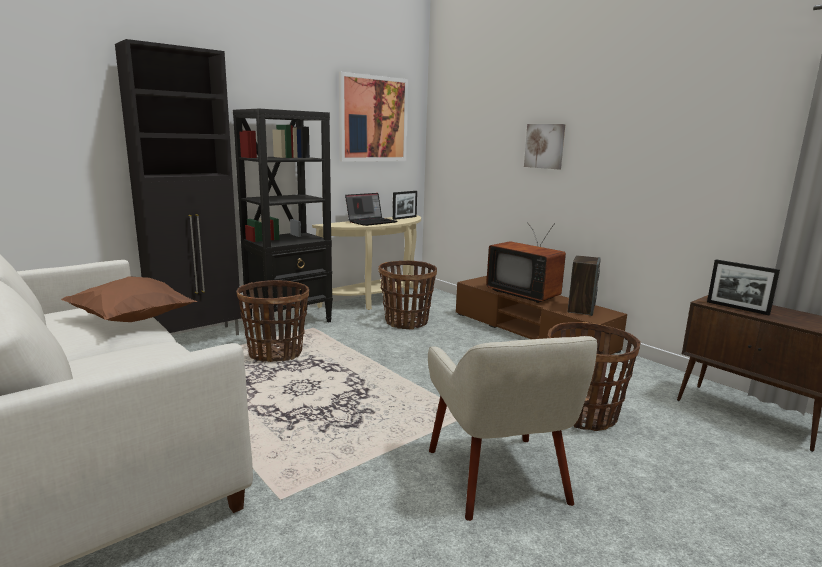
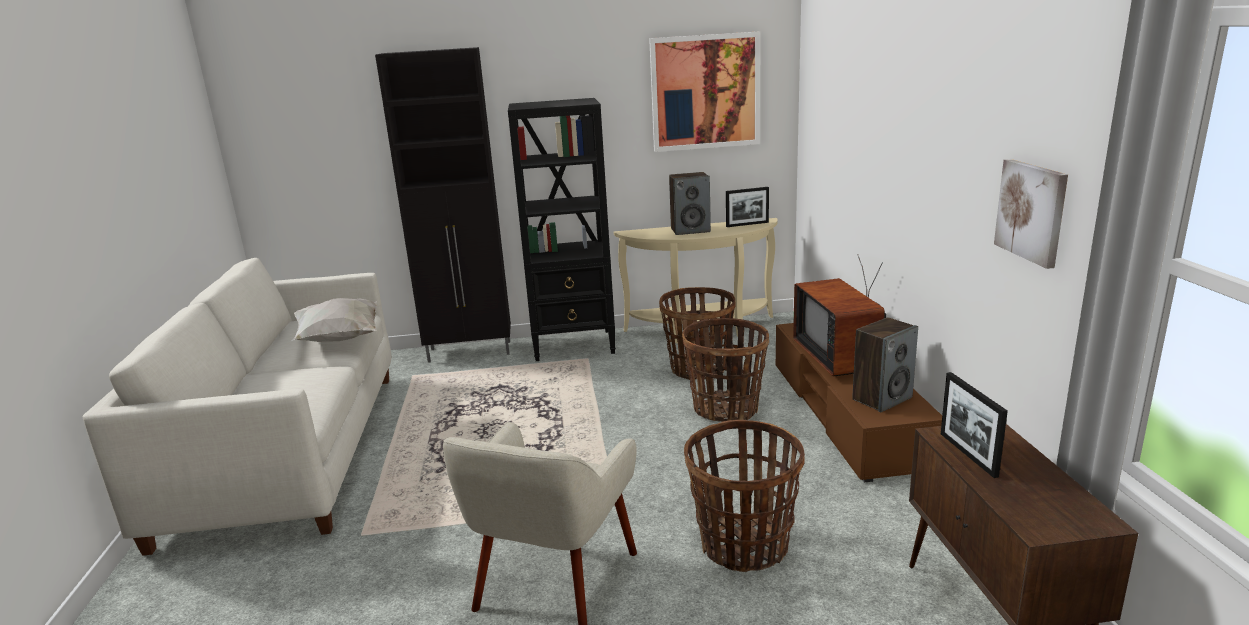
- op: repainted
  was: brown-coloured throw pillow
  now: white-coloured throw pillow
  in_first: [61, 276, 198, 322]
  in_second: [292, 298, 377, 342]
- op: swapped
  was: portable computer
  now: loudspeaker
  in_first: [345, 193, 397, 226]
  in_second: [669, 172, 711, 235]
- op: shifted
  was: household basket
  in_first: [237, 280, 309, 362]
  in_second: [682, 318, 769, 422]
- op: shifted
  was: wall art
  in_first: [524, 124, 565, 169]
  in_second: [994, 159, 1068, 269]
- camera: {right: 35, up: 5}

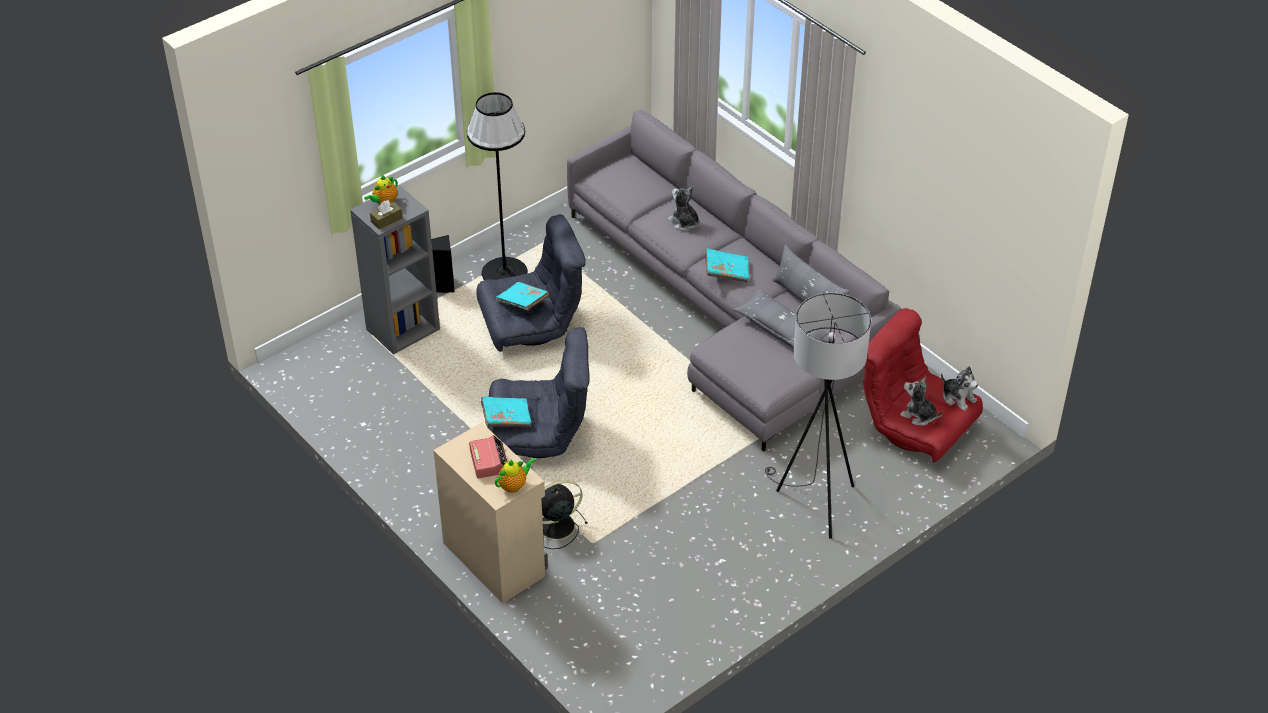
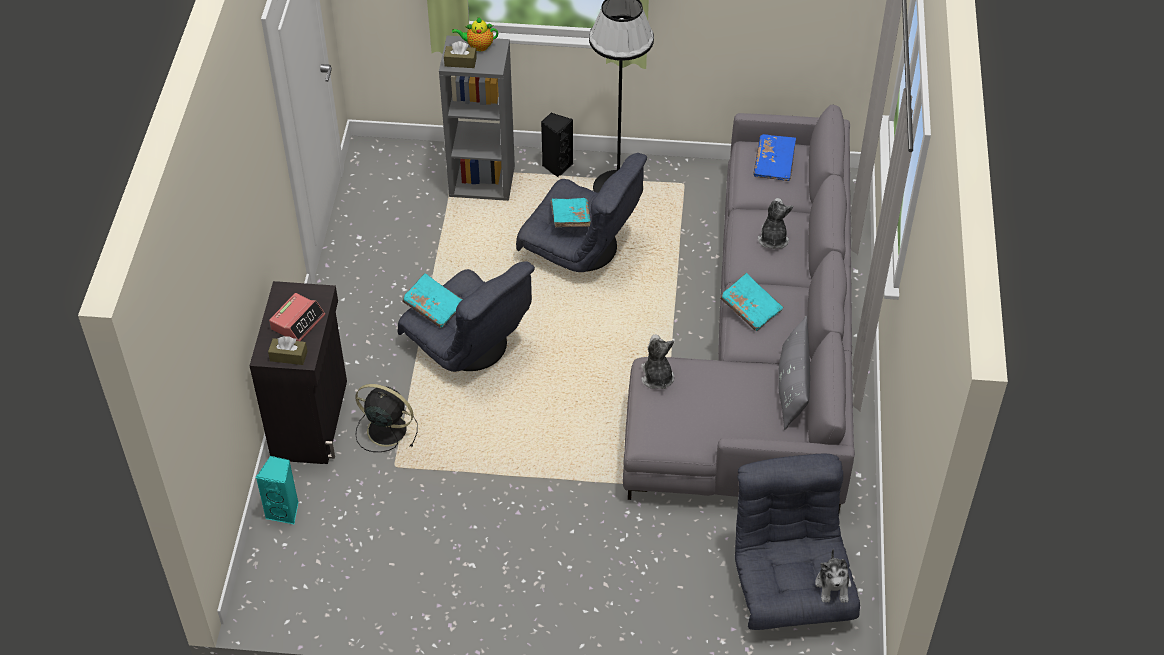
- op: repainted
  was: beige cabinet
  now: black-coloured cabinet
  in_first: [433, 423, 548, 603]
  in_second: [249, 281, 347, 464]
- op: new
  now: blue-green loudspeaker
  in_second: [256, 456, 299, 525]
- op: swapped
  was: tea pot
  now: brown-coloured box of tissues
  in_first: [495, 458, 537, 493]
  in_second: [268, 336, 308, 365]
- op: shifted
  was: plush toy
  in_first: [900, 376, 943, 426]
  in_second: [641, 335, 674, 389]
- op: repainted
  was: red easy chair
  now: gray easy chair
  in_first: [864, 308, 983, 462]
  in_second: [735, 454, 860, 630]
- op: new
  now: bluish volume
  in_second: [753, 134, 796, 181]
- op: gone
  was: gray throw pillow
  in_first: [733, 289, 830, 348]
- op: gone
  was: gray floor lamp
  in_first: [765, 293, 871, 539]
- camera: {right: 45, up: 5}

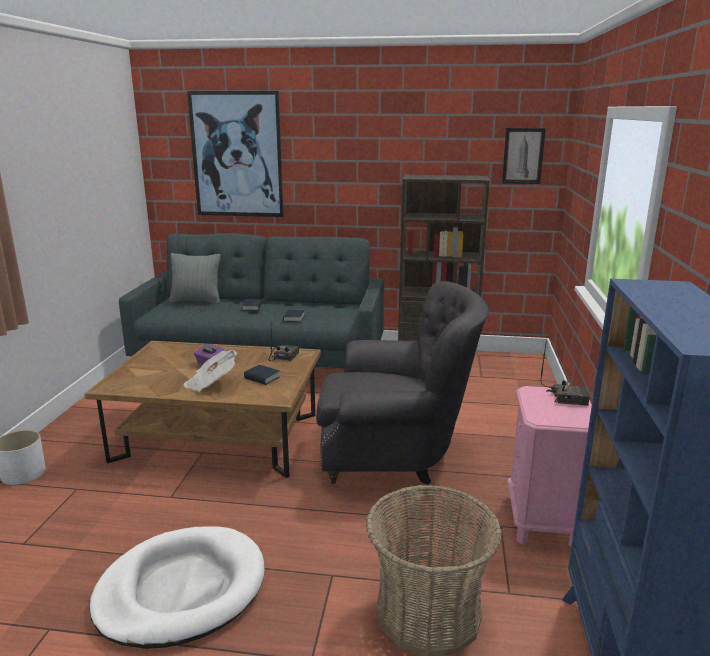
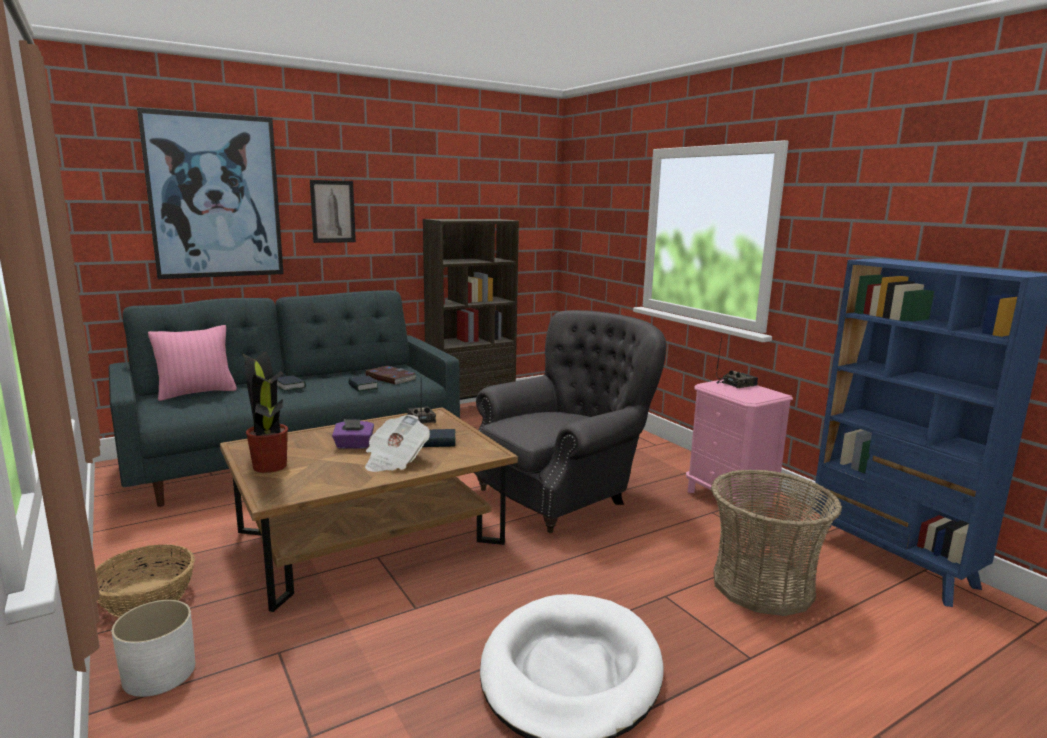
- op: new
  now: household basket
  in_second: [95, 544, 195, 618]
- op: repainted
  was: gray throw pillow
  now: pinkish throw pillow
  in_first: [169, 253, 221, 304]
  in_second: [148, 325, 237, 401]
- op: new
  now: potted plant
  in_second: [243, 351, 288, 473]
- op: shifted
  was: wall art
  in_first: [502, 128, 546, 184]
  in_second: [310, 180, 356, 243]
- op: new
  now: volume
  in_second: [366, 366, 416, 384]
- camera: {right: -40, up: -5}

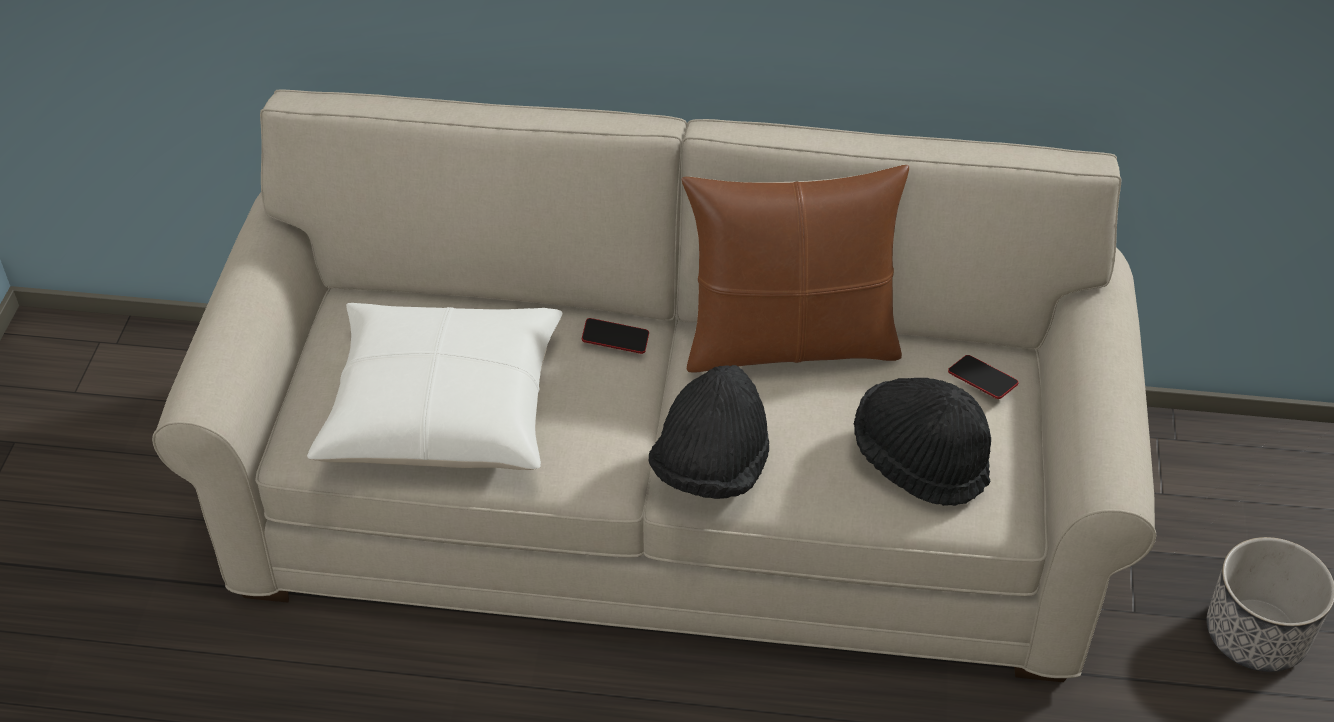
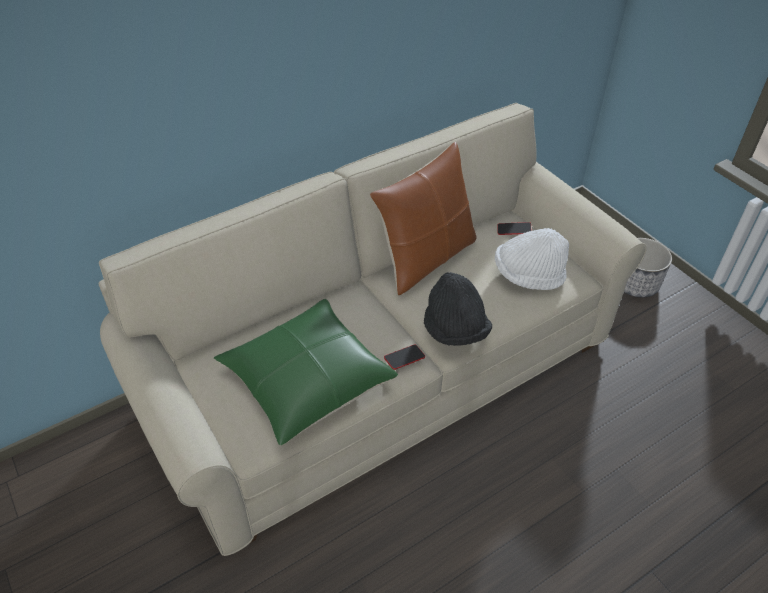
- op: repainted
  was: white-coloured throw pillow
  now: greenish throw pillow
  in_first: [307, 303, 562, 470]
  in_second: [214, 299, 398, 445]
- op: shifted
  was: handset
  in_first: [582, 318, 649, 354]
  in_second: [384, 345, 425, 370]
- op: repainted
  was: black-coloured wearable hat
  now: white-coloured wearable hat
  in_first: [854, 378, 991, 506]
  in_second: [495, 228, 569, 290]
- camera: {right: -40, up: 0}

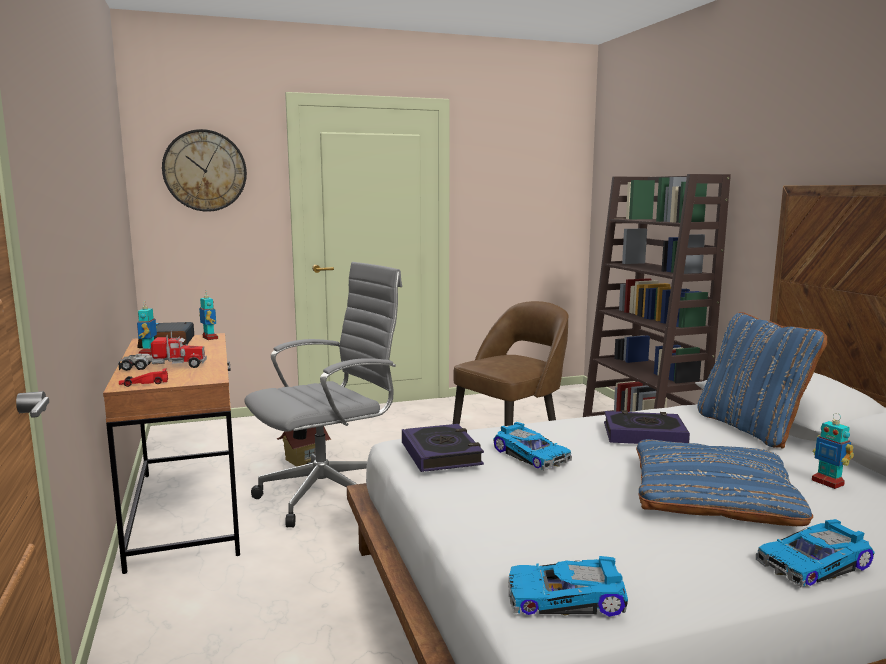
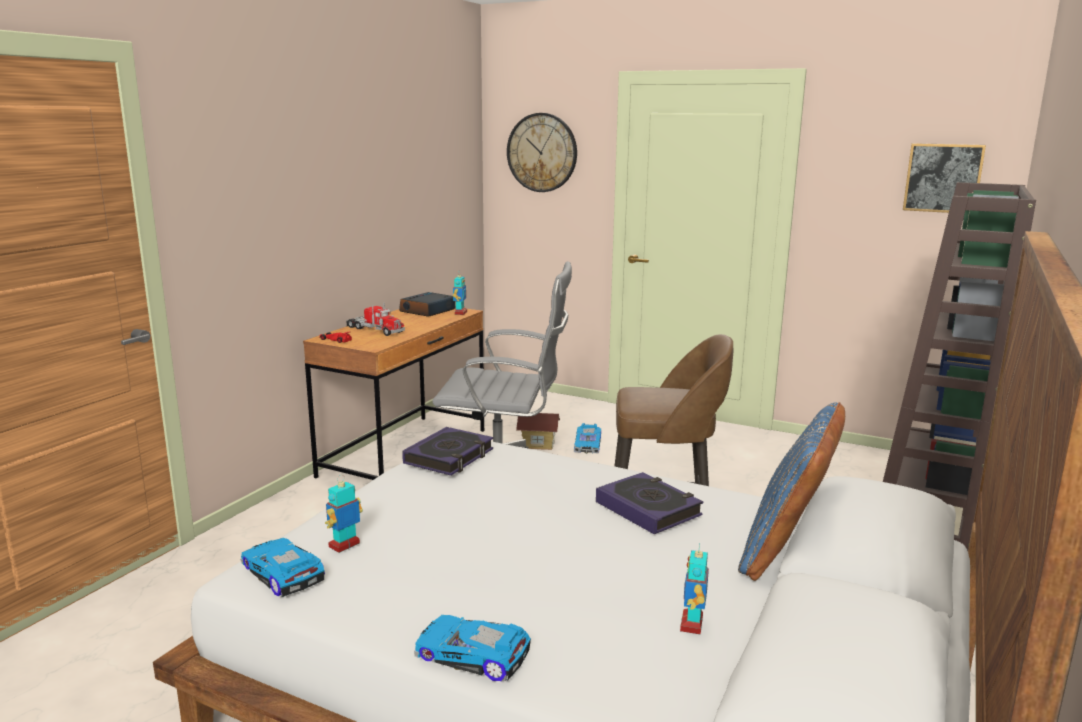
- op: shifted
  was: model robot
  in_first: [137, 305, 157, 355]
  in_second: [325, 475, 363, 553]
- op: shifted
  was: toy car
  in_first: [493, 422, 572, 470]
  in_second: [574, 423, 601, 454]
- op: new
  now: wall art
  in_second: [903, 143, 986, 213]
- op: gone
  was: bluish throw pillow
  in_first: [636, 439, 813, 526]
- camera: {right: 45, up: 5}

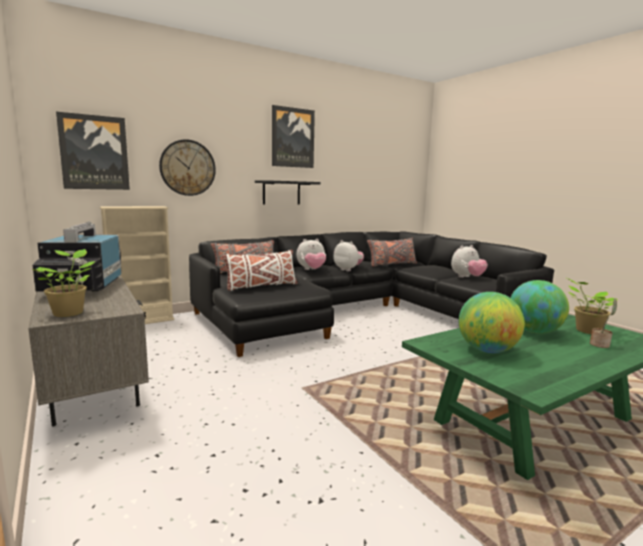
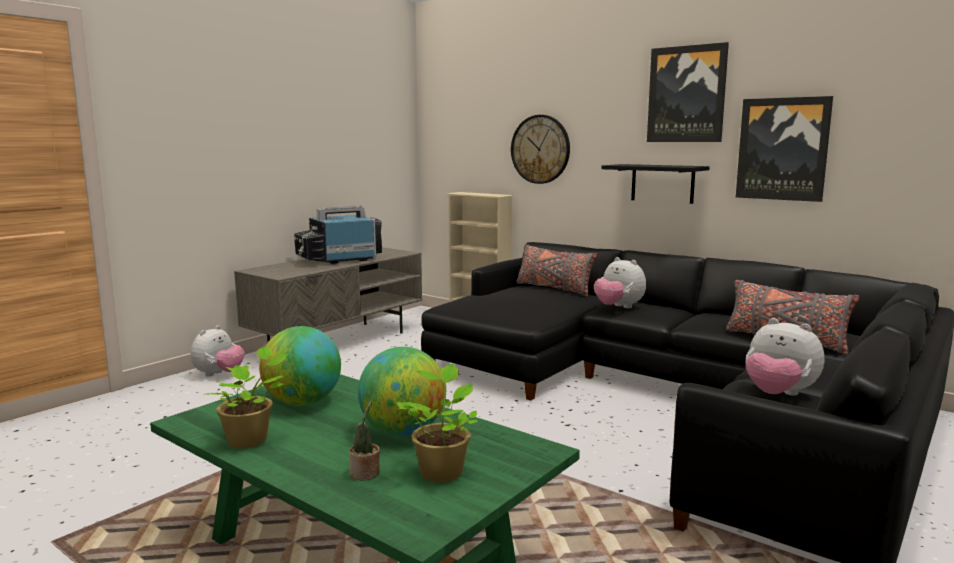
- op: shifted
  was: plush toy
  in_first: [333, 240, 364, 271]
  in_second: [191, 325, 245, 377]
- op: shifted
  was: potted plant
  in_first: [32, 249, 95, 317]
  in_second: [203, 346, 289, 449]
- op: shifted
  was: wall art
  in_first: [56, 112, 130, 190]
  in_second: [736, 96, 833, 202]
- op: gone
  was: white-coloured throw pillow
  in_first: [222, 250, 298, 291]
- camera: {right: 70, up: 0}

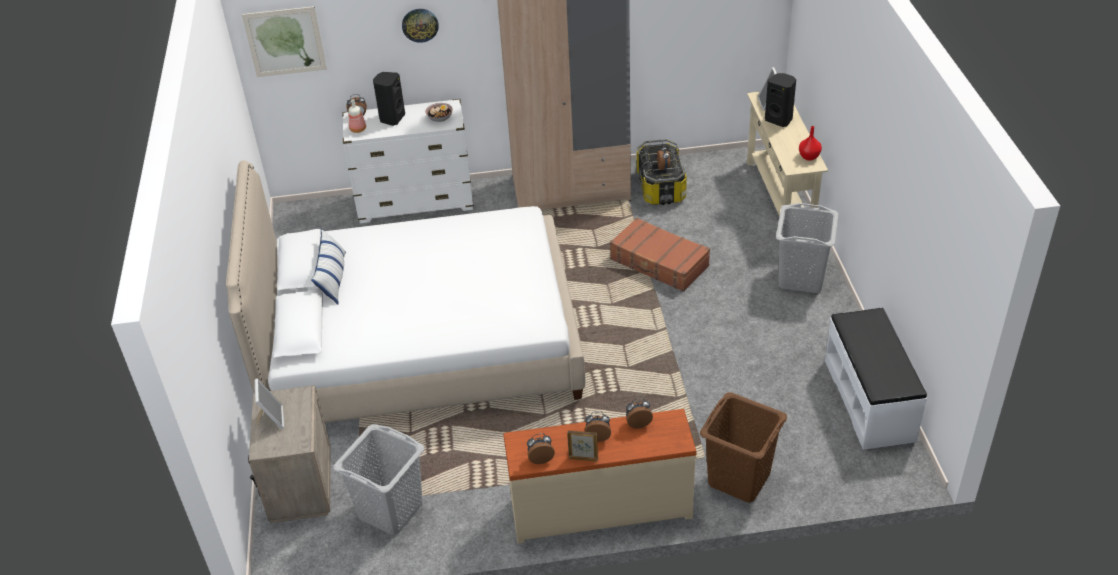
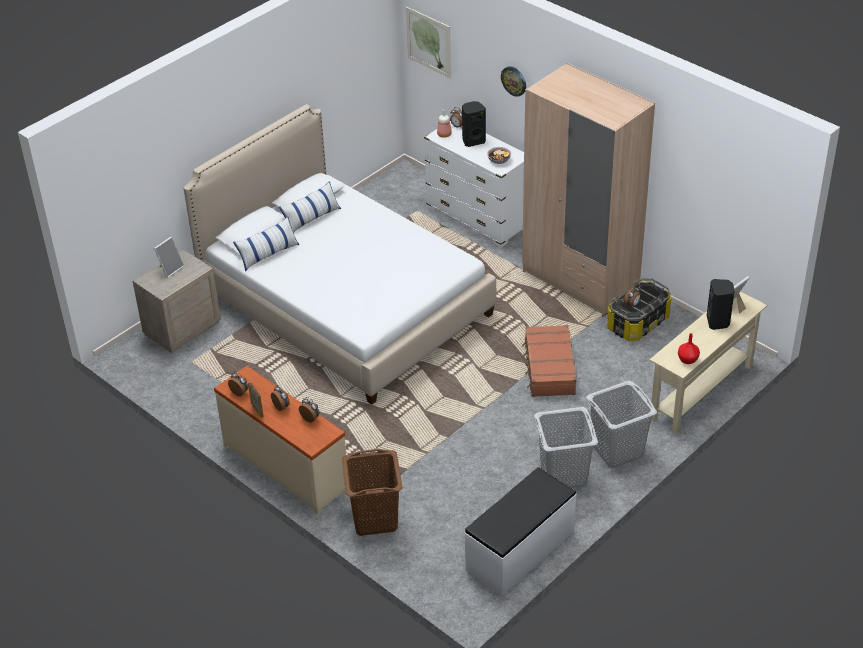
- op: new
  now: throw pillow
  in_second: [233, 217, 299, 271]
- op: shifted
  was: gray laundry basket
  in_first: [333, 424, 425, 535]
  in_second: [534, 407, 598, 488]
- camera: {right: 50, up: 0}

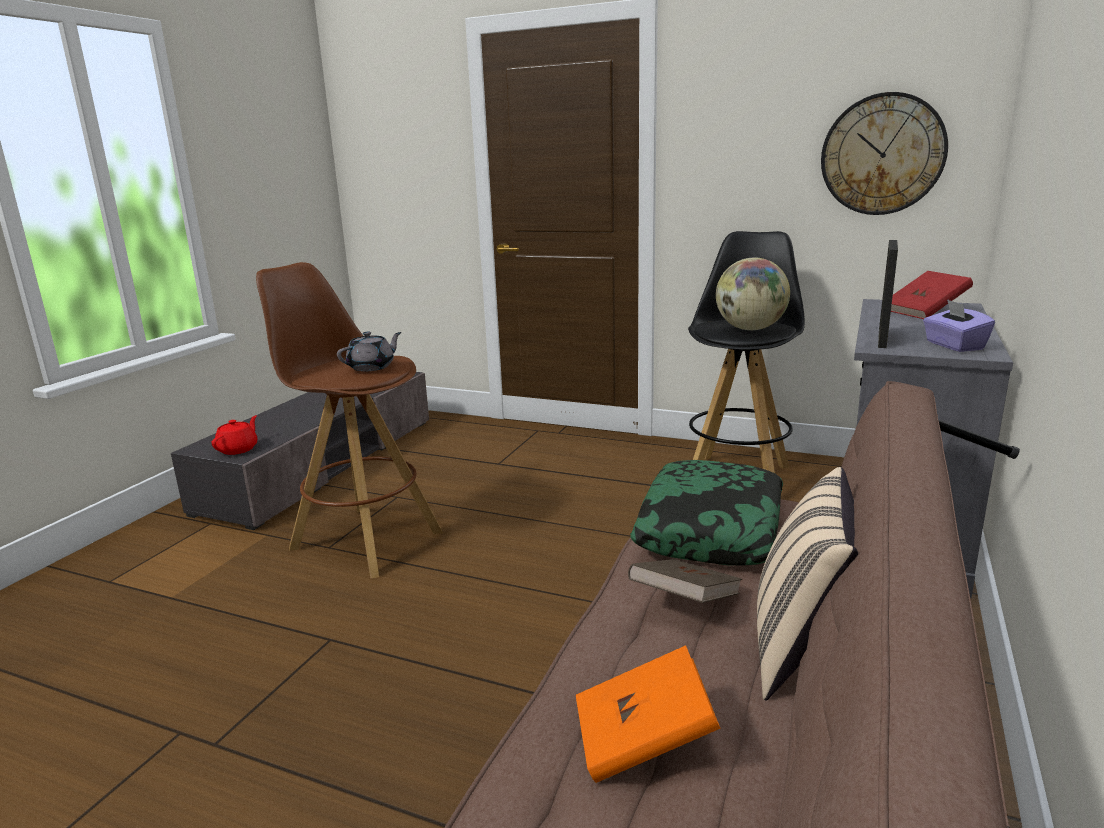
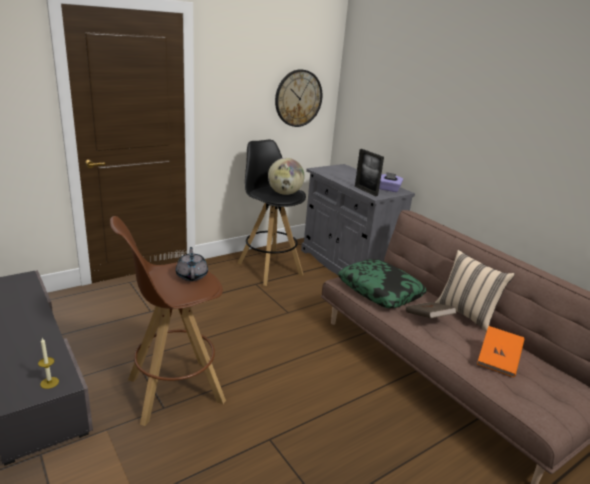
- op: swapped
  was: red tea pot
  now: wax light
  in_first: [212, 415, 257, 455]
  in_second: [38, 338, 59, 389]
- op: gone
  was: red volume
  in_first: [891, 271, 973, 319]
- camera: {right: -60, up: 5}

